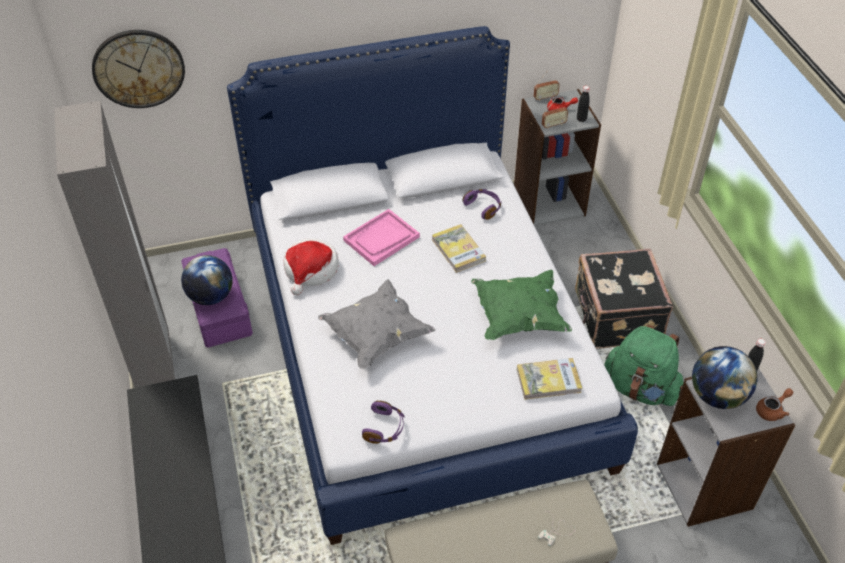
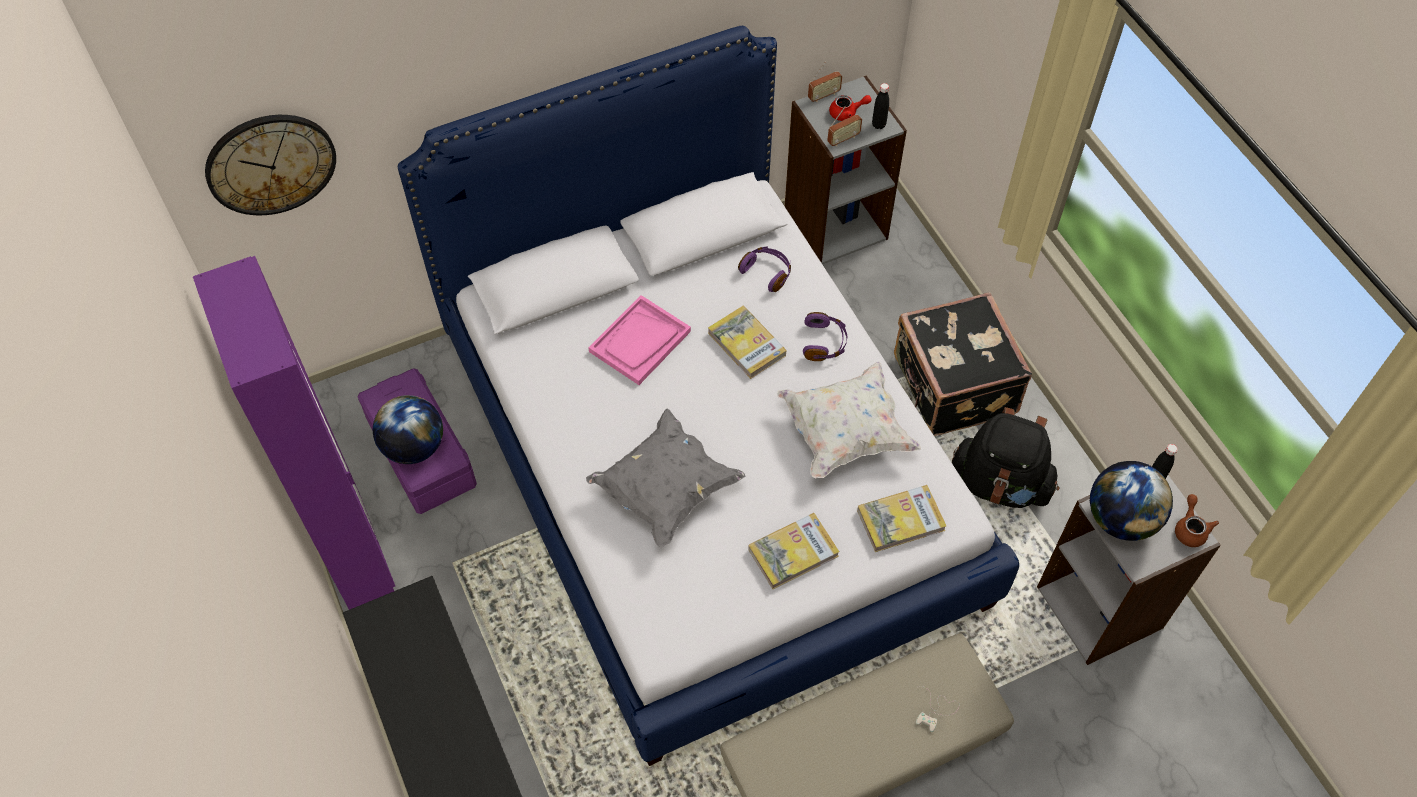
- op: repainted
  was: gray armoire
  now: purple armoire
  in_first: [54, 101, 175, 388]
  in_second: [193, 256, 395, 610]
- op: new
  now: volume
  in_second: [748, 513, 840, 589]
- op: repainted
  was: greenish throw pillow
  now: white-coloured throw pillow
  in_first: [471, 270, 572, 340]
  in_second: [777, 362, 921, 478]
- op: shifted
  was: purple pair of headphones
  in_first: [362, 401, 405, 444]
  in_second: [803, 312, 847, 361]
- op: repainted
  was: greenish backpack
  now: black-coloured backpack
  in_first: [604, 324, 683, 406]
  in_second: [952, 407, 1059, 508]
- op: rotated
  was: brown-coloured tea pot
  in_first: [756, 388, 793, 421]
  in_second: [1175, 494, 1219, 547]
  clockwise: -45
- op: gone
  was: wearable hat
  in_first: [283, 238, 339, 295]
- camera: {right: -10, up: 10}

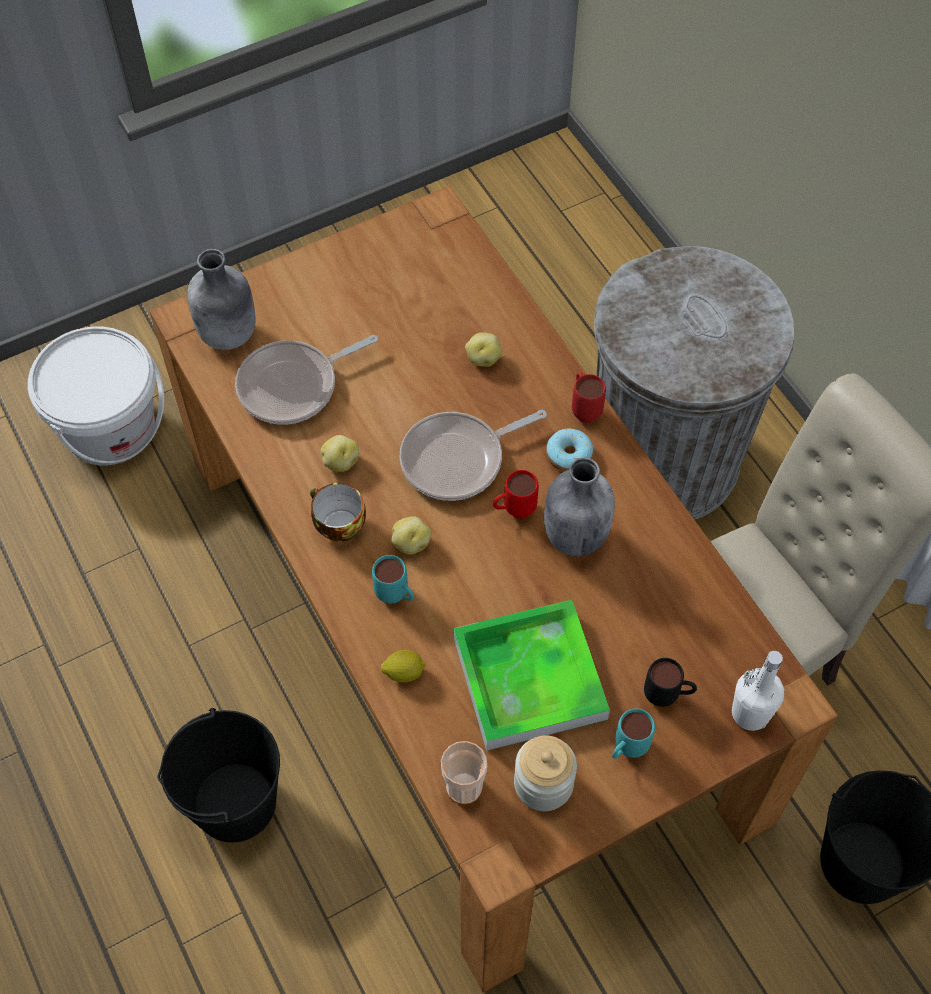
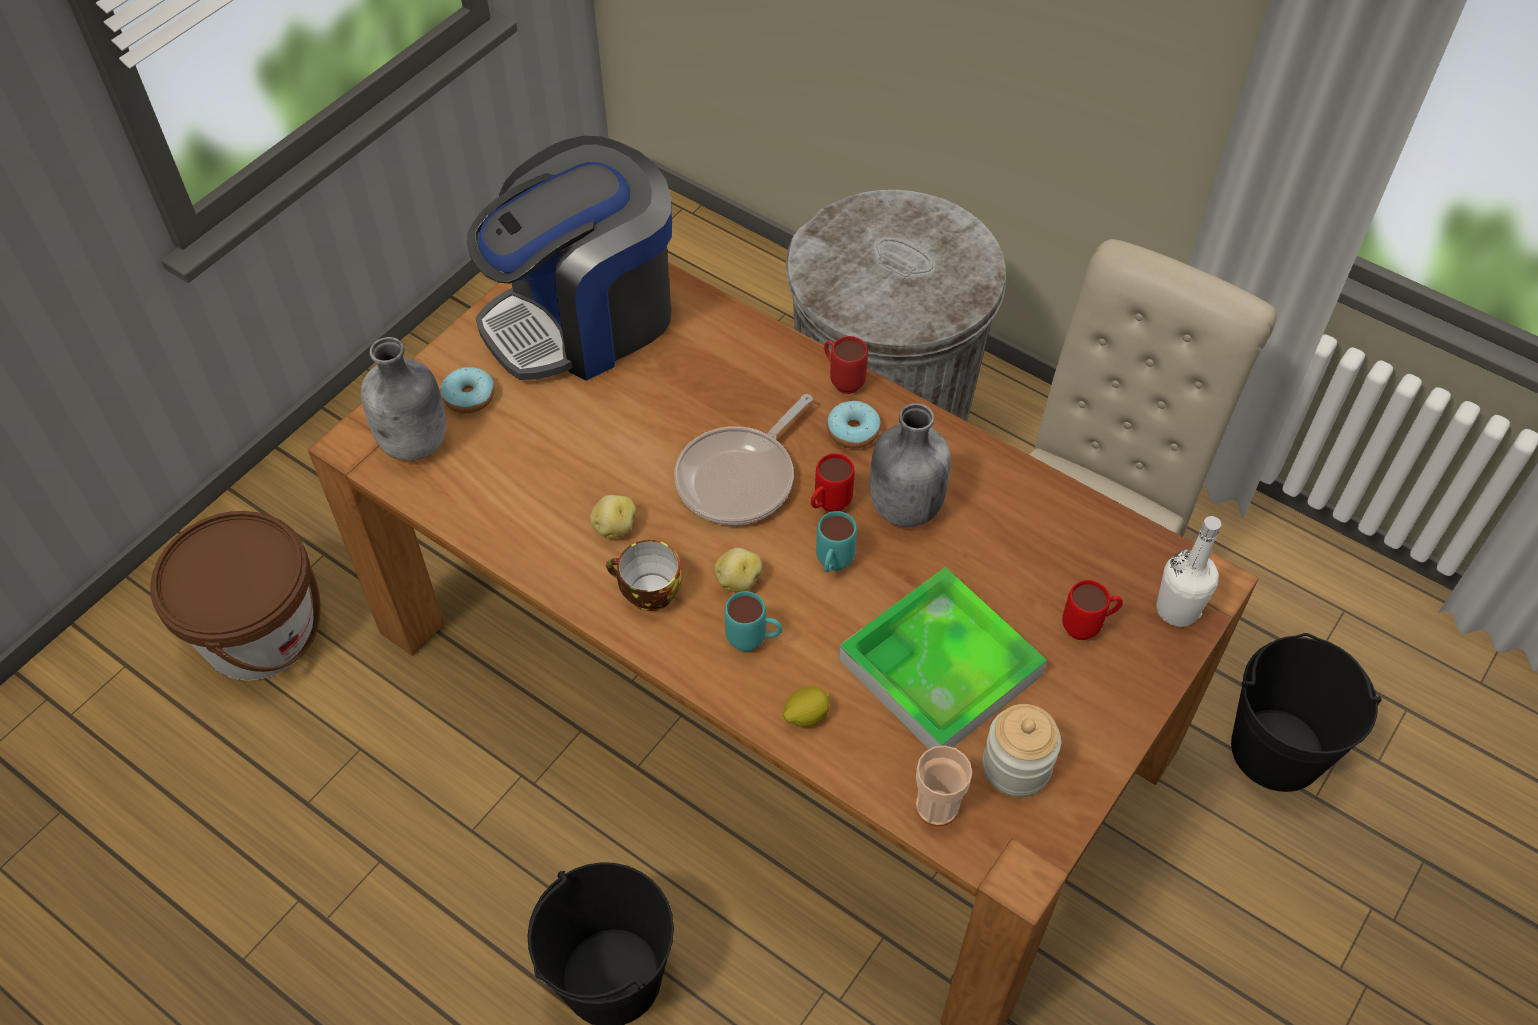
- op: repainted
  was: white-coloured water bucket
  now: brown-coloured water bucket
  in_first: [28, 326, 164, 466]
  in_second: [150, 511, 321, 680]
- op: new
  now: doughnut
  in_second: [441, 367, 495, 414]
- op: new
  now: coffee machine
  in_second: [467, 136, 672, 381]
- op: shifted
  was: blue-green tea mug
  in_first: [612, 708, 655, 759]
  in_second: [816, 511, 857, 572]
- op: repainted
  was: black-coloured tea mug
  now: red tea mug
  in_first: [644, 658, 697, 707]
  in_second: [1062, 580, 1123, 640]
- op: gone
  was: frying pan
  in_first: [235, 335, 378, 425]
- op: gone
  was: spud
  in_first: [465, 332, 502, 367]
- camera: {right: -25, up: -5}

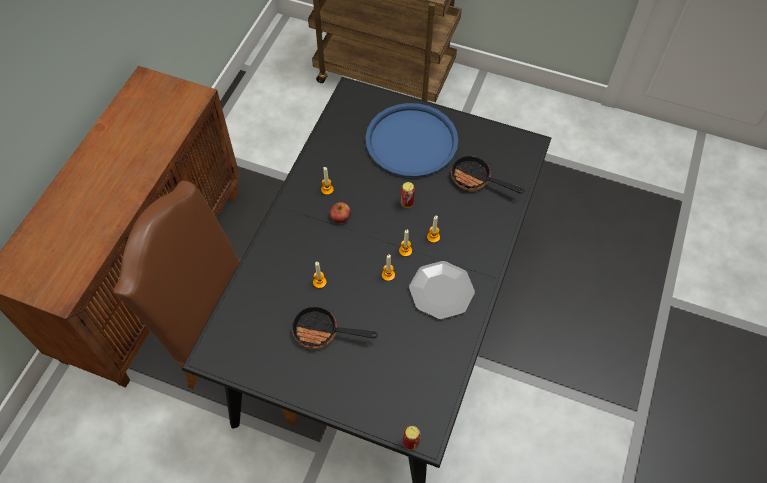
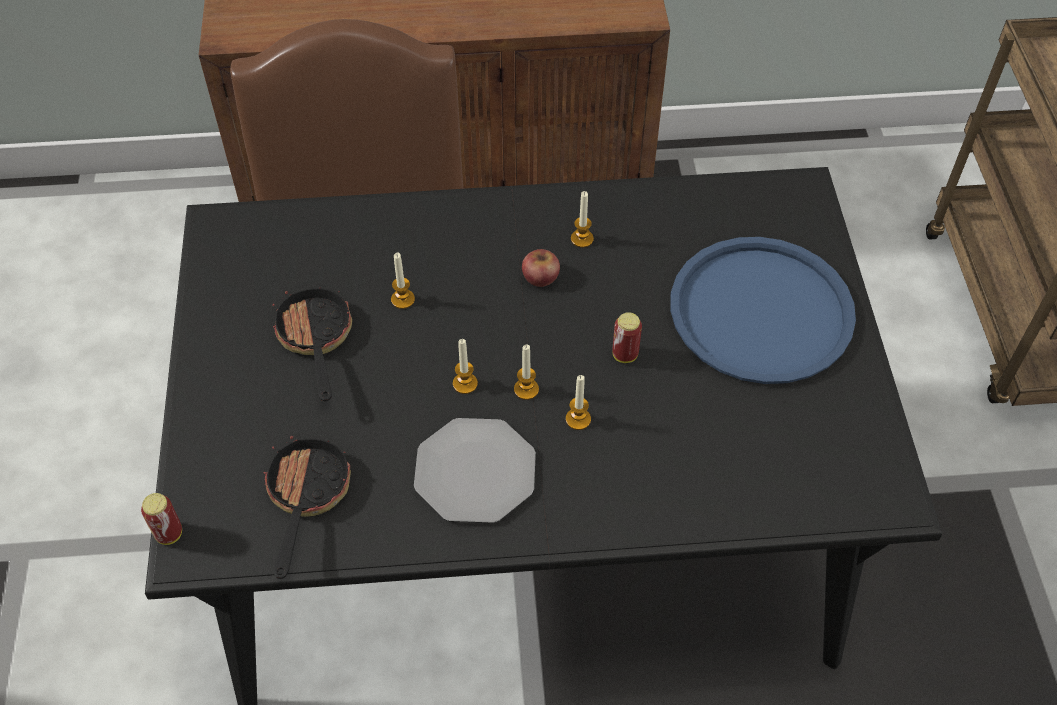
- op: shifted
  was: frying pan
  in_first: [450, 154, 524, 194]
  in_second: [264, 436, 351, 579]
- camera: {right: 65, up: -5}

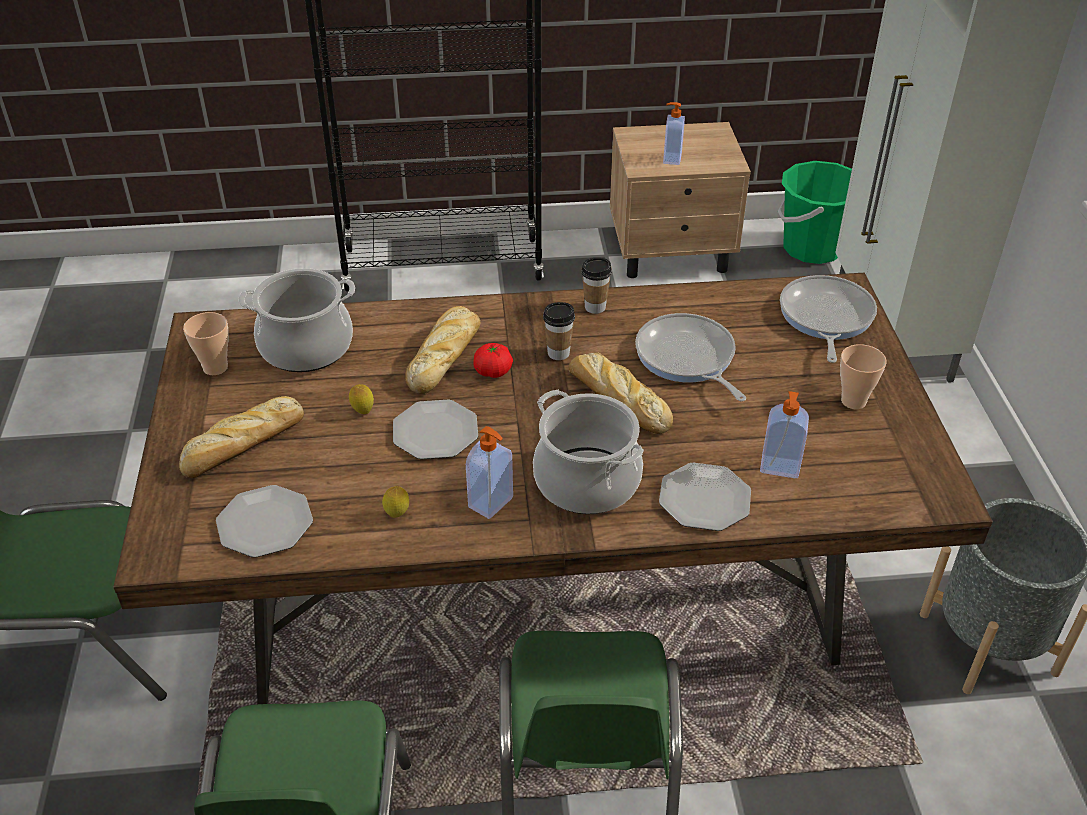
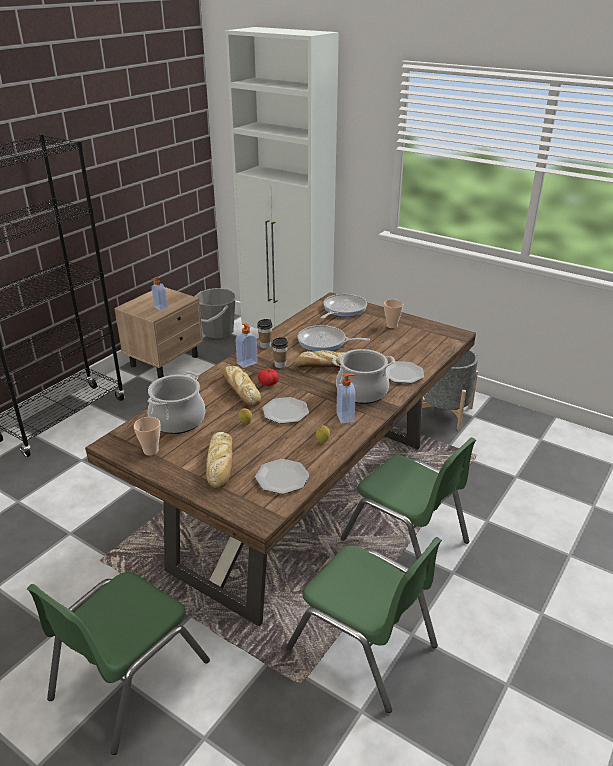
- op: repainted
  was: greenish water bucket
  now: gray water bucket
  in_first: [778, 161, 852, 264]
  in_second: [195, 288, 237, 338]
- op: shifted
  was: liquid soap bottle
  in_first: [760, 391, 809, 478]
  in_second: [236, 323, 258, 368]
- op: rotated
  was: frying pan
  in_first: [780, 275, 877, 363]
  in_second: [321, 294, 367, 319]
  clockwise: 75
- camera: {right: -50, up: -10}

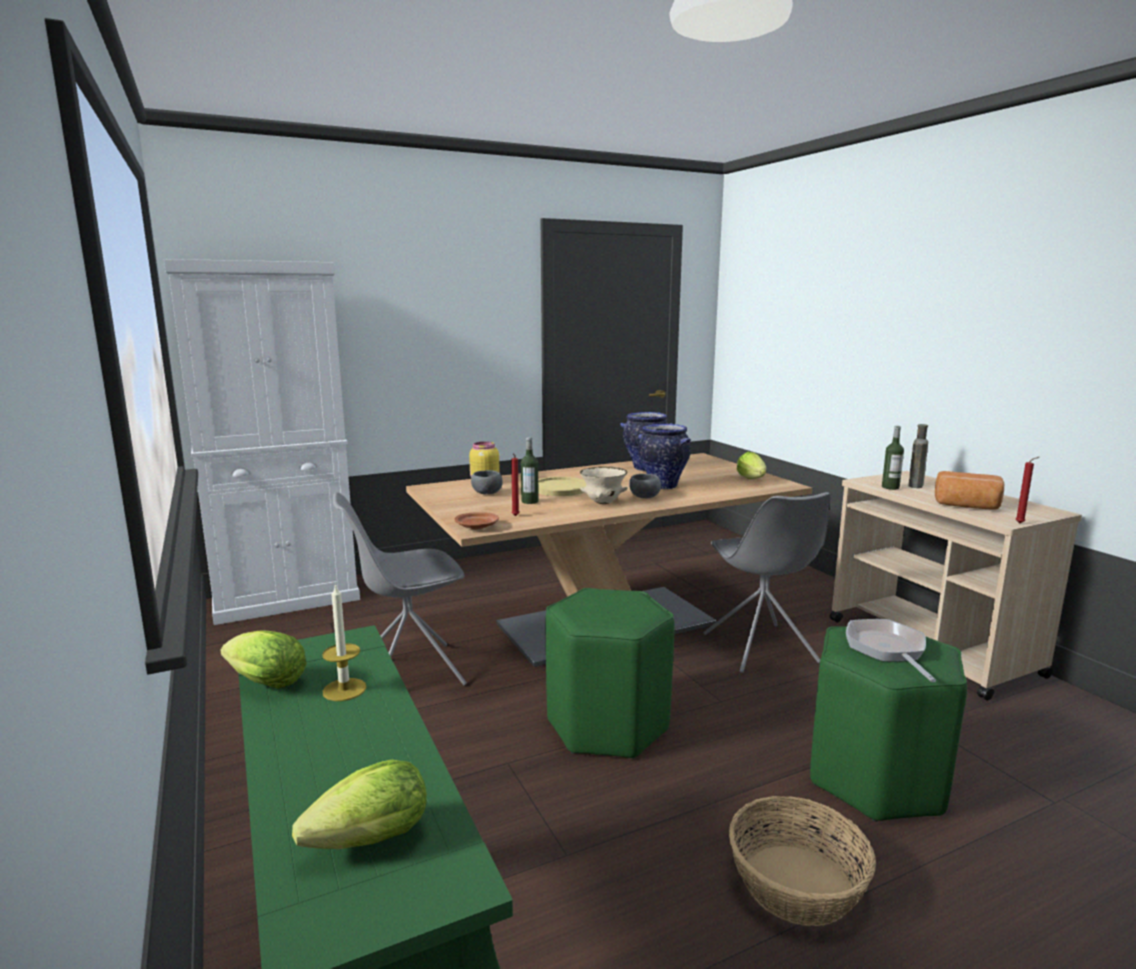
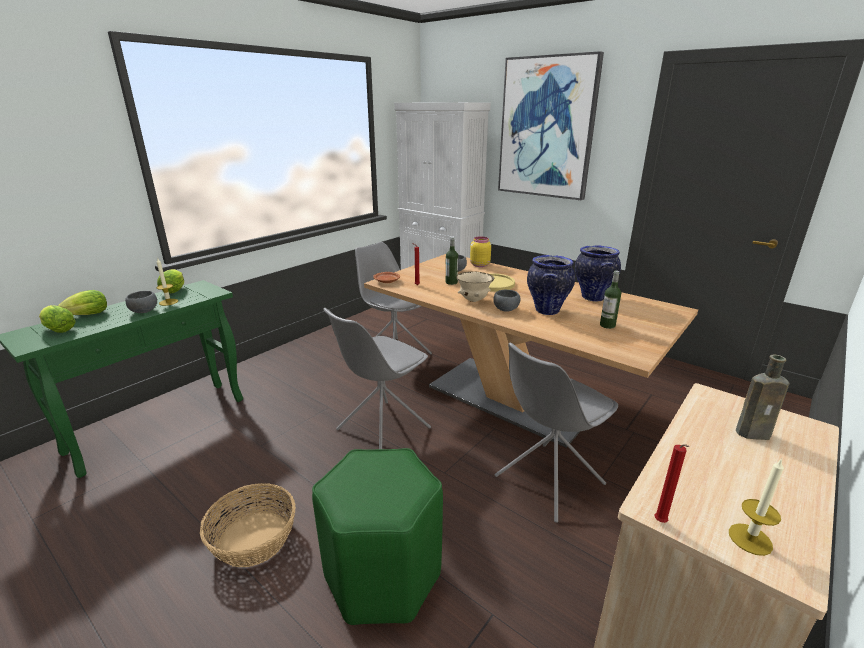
- op: shifted
  was: lettuce head
  in_first: [737, 452, 766, 479]
  in_second: [58, 290, 107, 315]
- op: new
  now: gray bowl
  in_second: [125, 291, 157, 313]
- op: swapped
  was: greenish stool seat
  now: gray upright chair
  in_first: [545, 588, 675, 759]
  in_second: [323, 308, 431, 449]
- op: new
  now: wall art
  in_second: [498, 51, 604, 200]
- op: shifted
  was: beverage bottle
  in_first: [882, 426, 904, 490]
  in_second: [600, 271, 621, 329]
- op: new
  now: wax light
  in_second: [729, 459, 784, 556]
- op: gone
  was: frying pan
  in_first: [846, 619, 936, 682]
- op: gone
  was: bread
  in_first: [935, 471, 1004, 510]
- camera: {right: 65, up: 10}

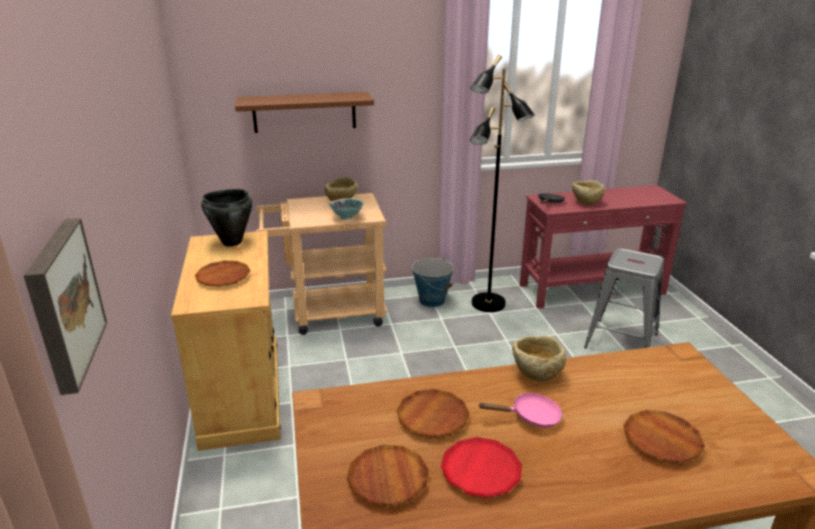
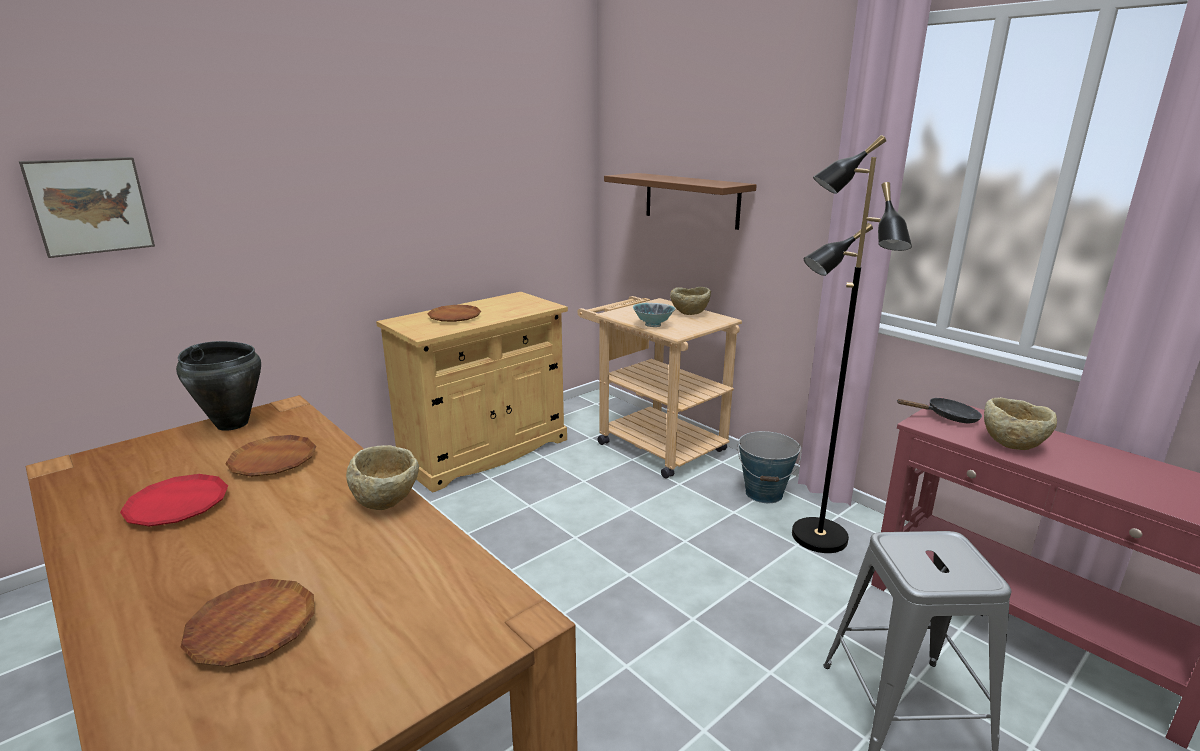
- op: shifted
  was: black-coloured saucepot
  in_first: [201, 189, 253, 247]
  in_second: [176, 341, 261, 431]
- op: gone
  was: brown-coloured plate
  in_first: [347, 445, 429, 507]
- op: gone
  was: pinkish frying pan
  in_first: [478, 392, 563, 428]
- camera: {right: 60, up: -5}

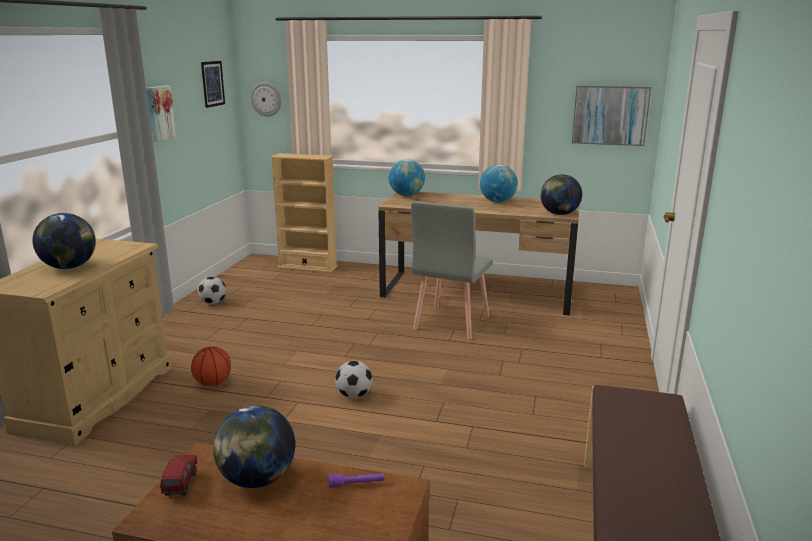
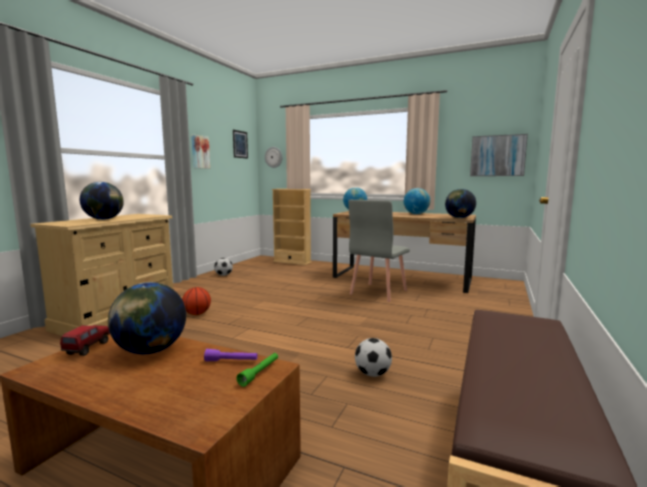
- op: new
  now: greenish torch
  in_second: [236, 353, 278, 387]
- op: shifted
  was: football ball
  in_first: [335, 361, 373, 398]
  in_second: [355, 338, 392, 377]
- camera: {right: 10, up: -10}

